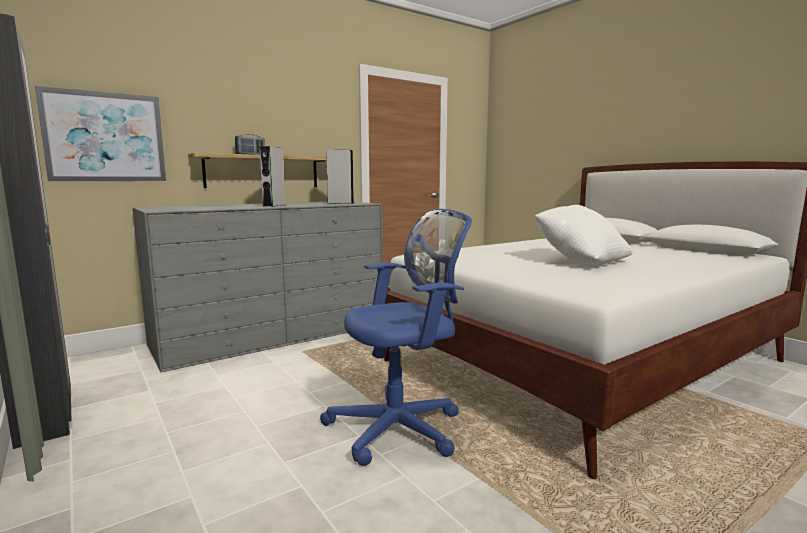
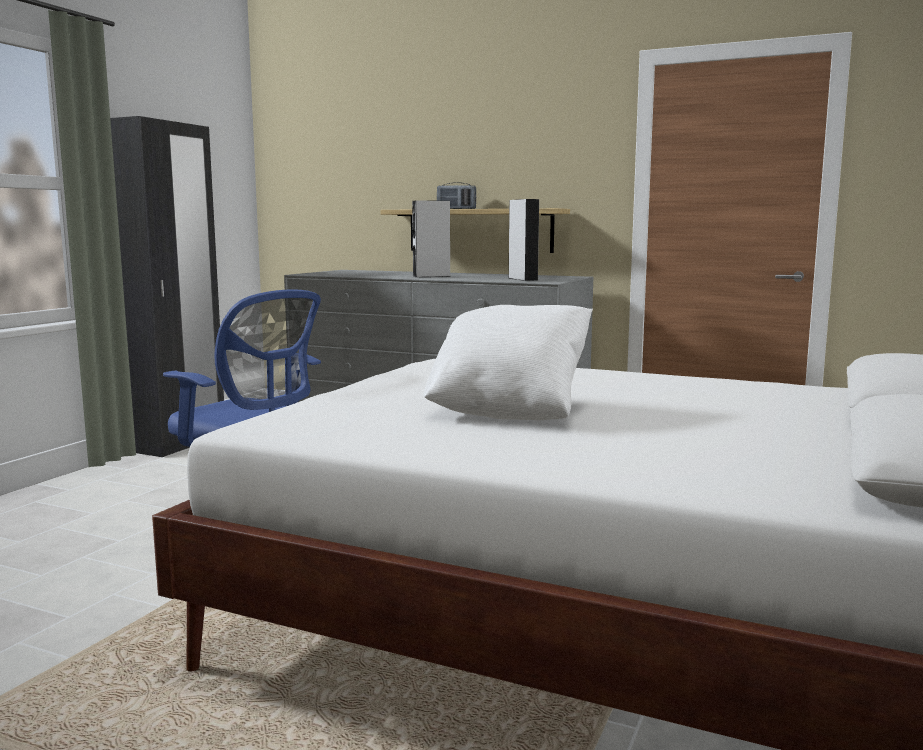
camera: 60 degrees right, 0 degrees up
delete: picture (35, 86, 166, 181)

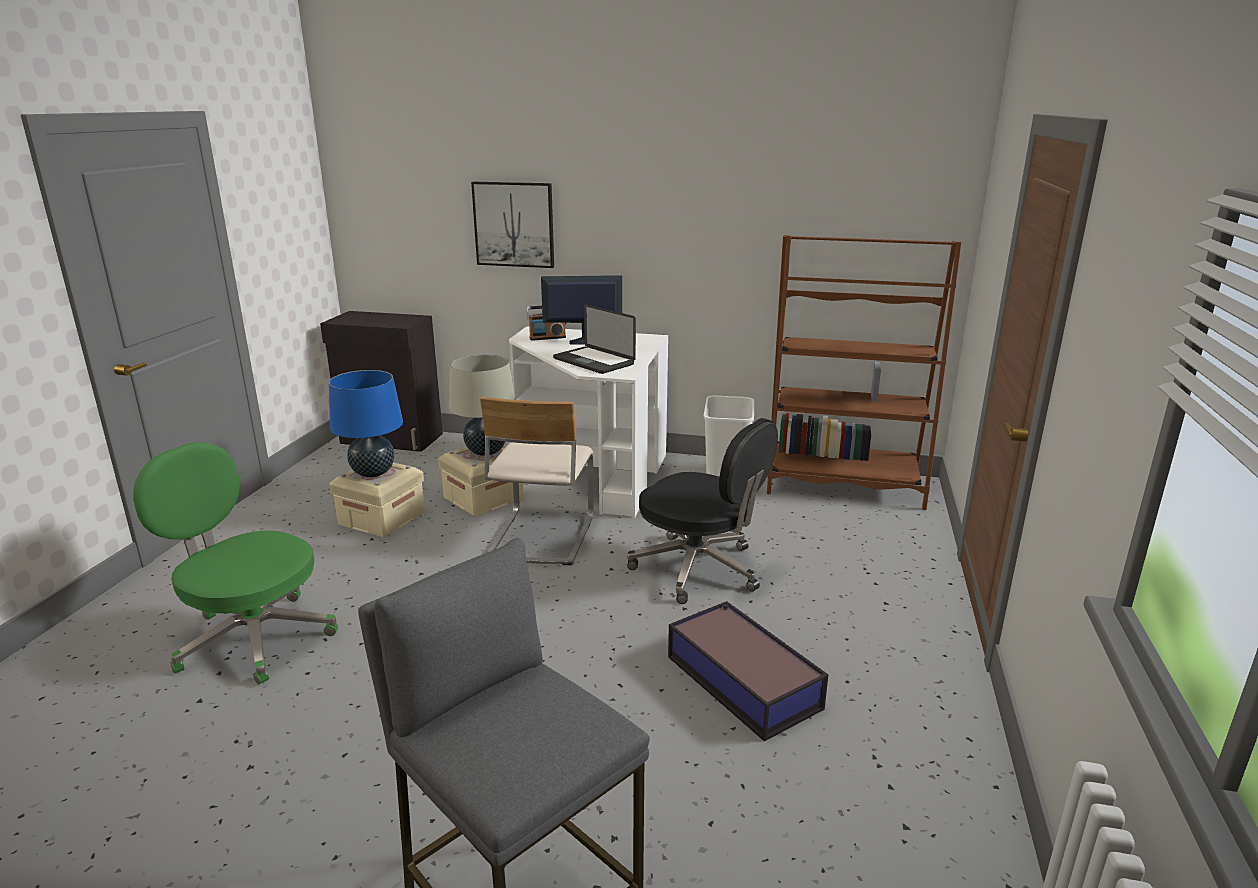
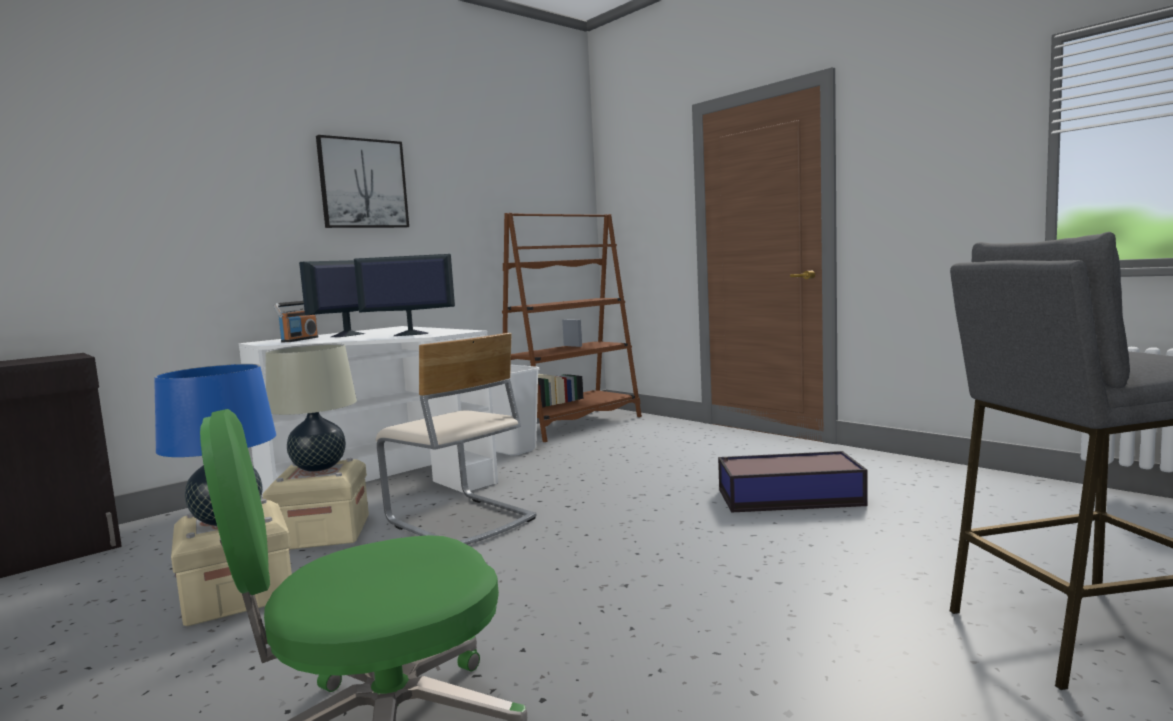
camera: 55 degrees left, 15 degrees down
delete: office chair (black) (627, 418, 778, 604)
move: picture (471, 182, 554, 268) to (316, 135, 409, 228)
replace: laptop (553, 304, 636, 374) to monitor (354, 254, 455, 336)

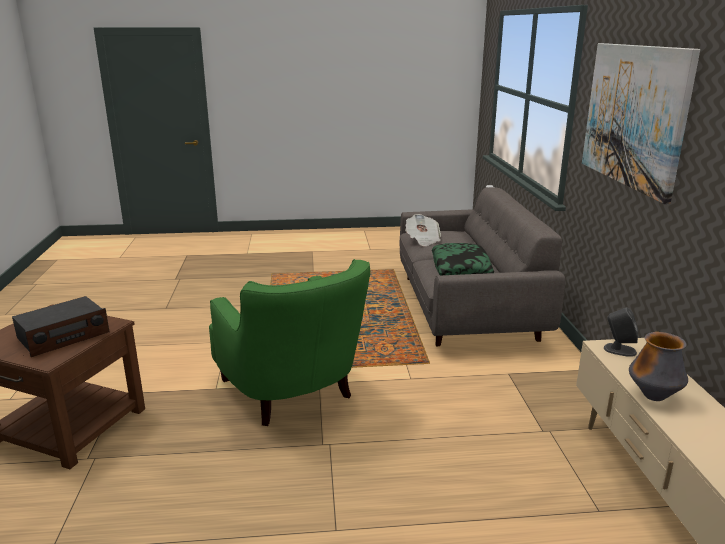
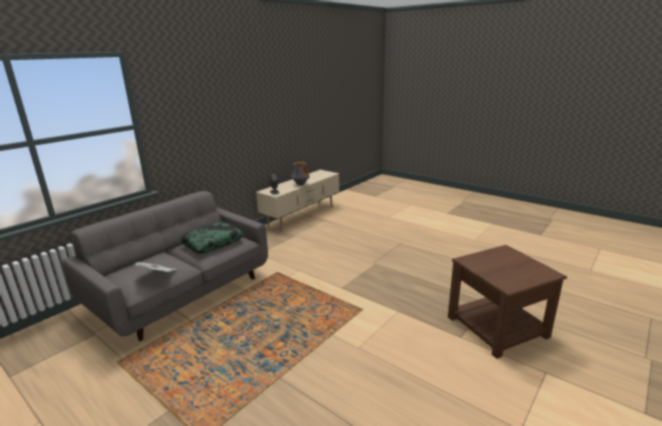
camera: 135 degrees left, 0 degrees up
delete: picture (582, 43, 700, 204); armchair (green) (209, 259, 370, 426); radio (12, 296, 110, 357)

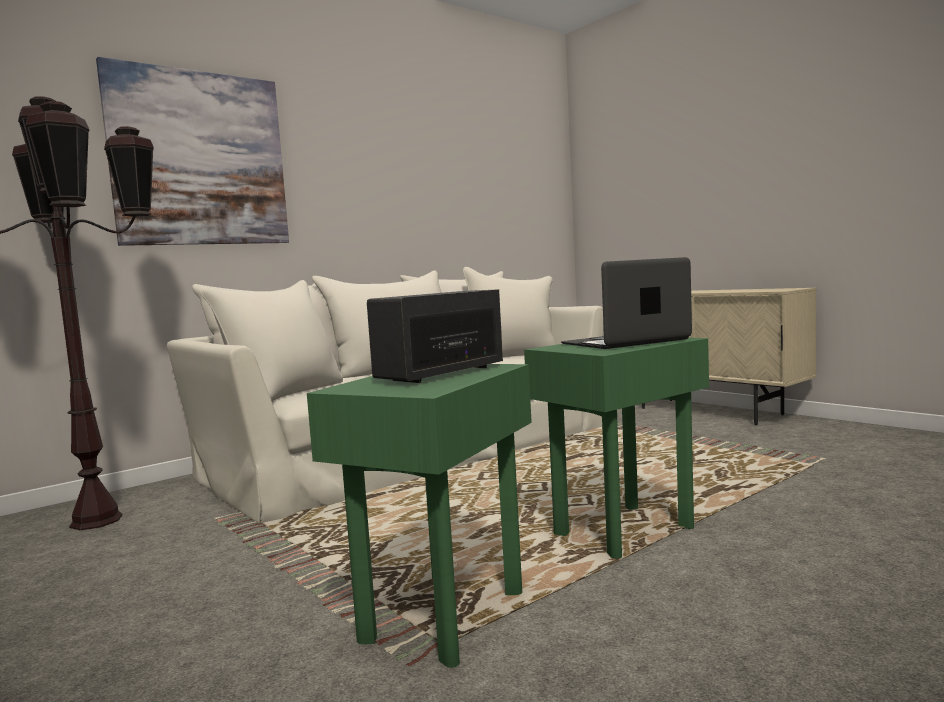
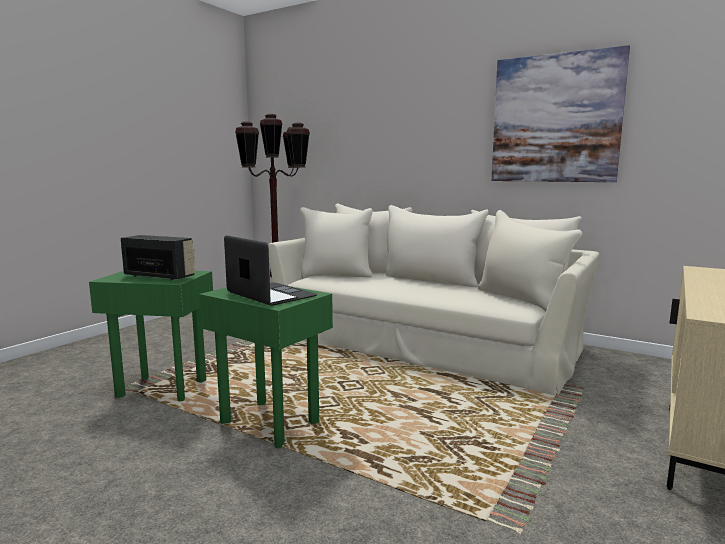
camera: 70 degrees right, 5 degrees up
move: picture (96, 57, 289, 246) to (491, 45, 630, 182)

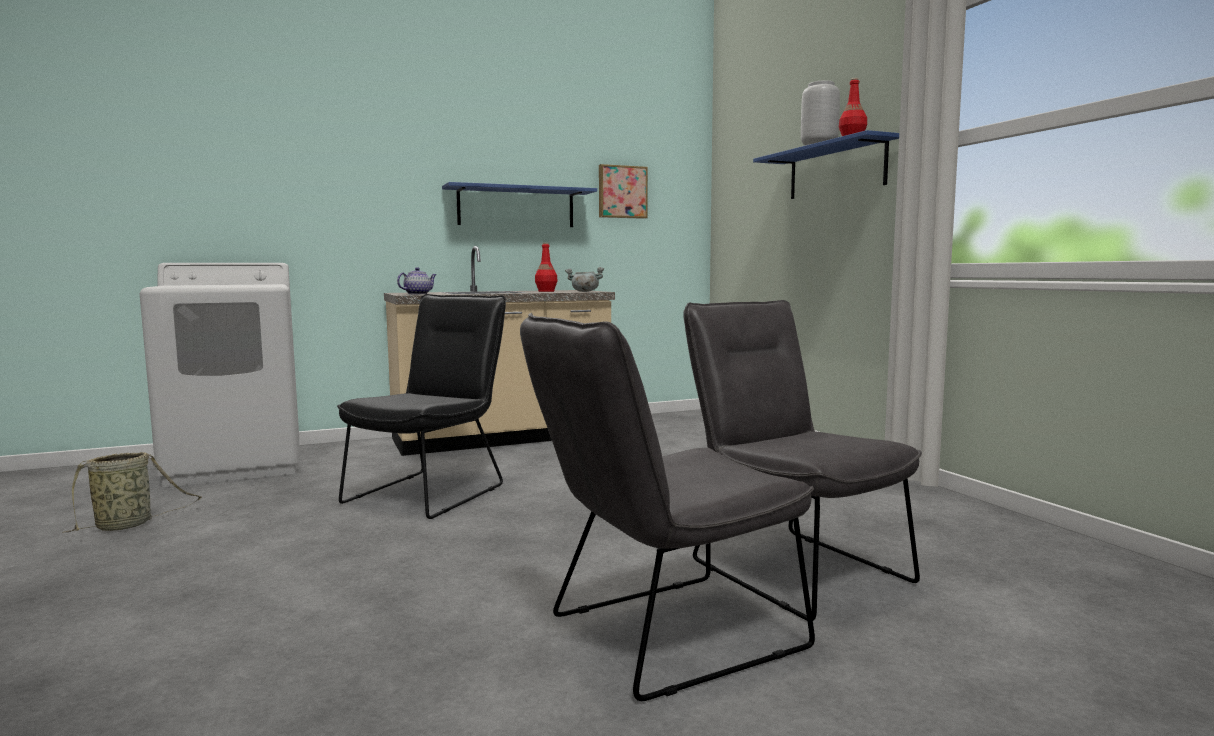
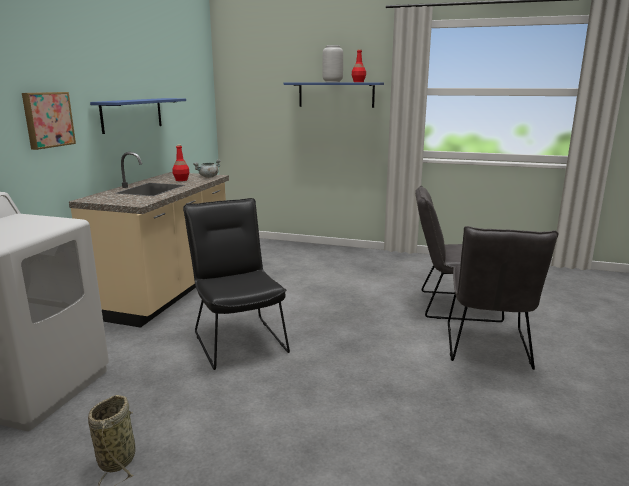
camera: 50 degrees left, 10 degrees up
delete: teapot (397, 268, 437, 294)
move: picture (599, 164, 648, 219) to (22, 92, 76, 150)

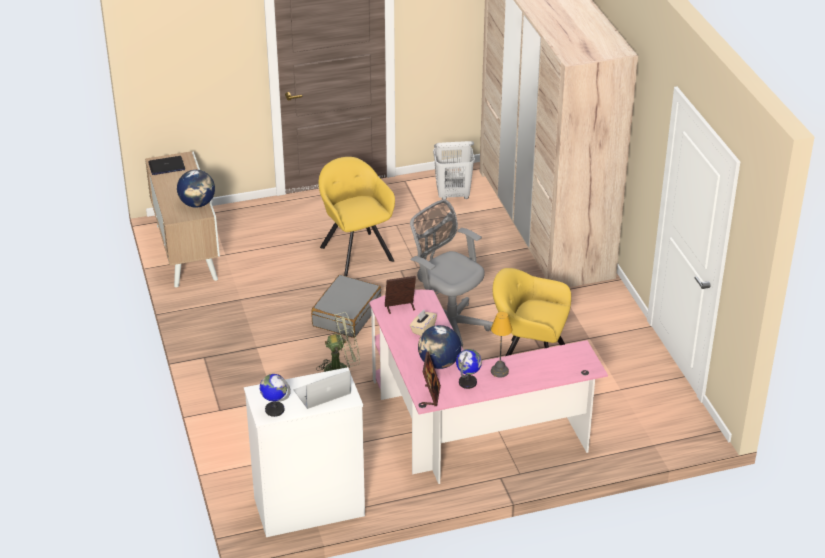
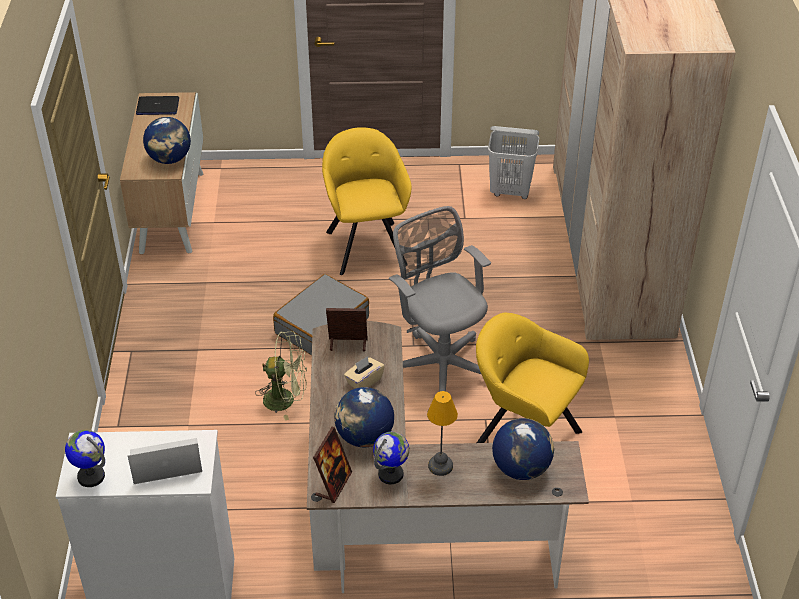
camera: 15 degrees right, 5 degrees up
insert: globe (492, 418, 554, 480)
recolor: desk (pink) (369, 290, 608, 484) to desk (brown) (307, 321, 589, 593)

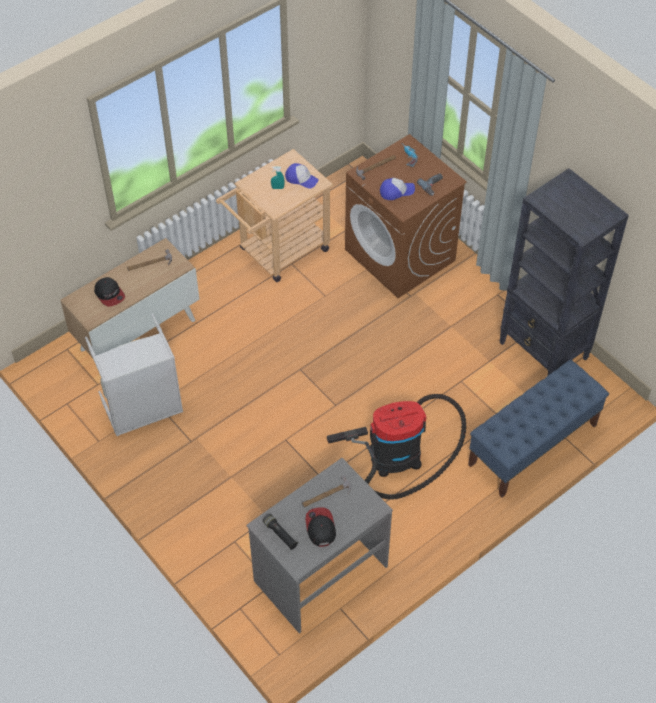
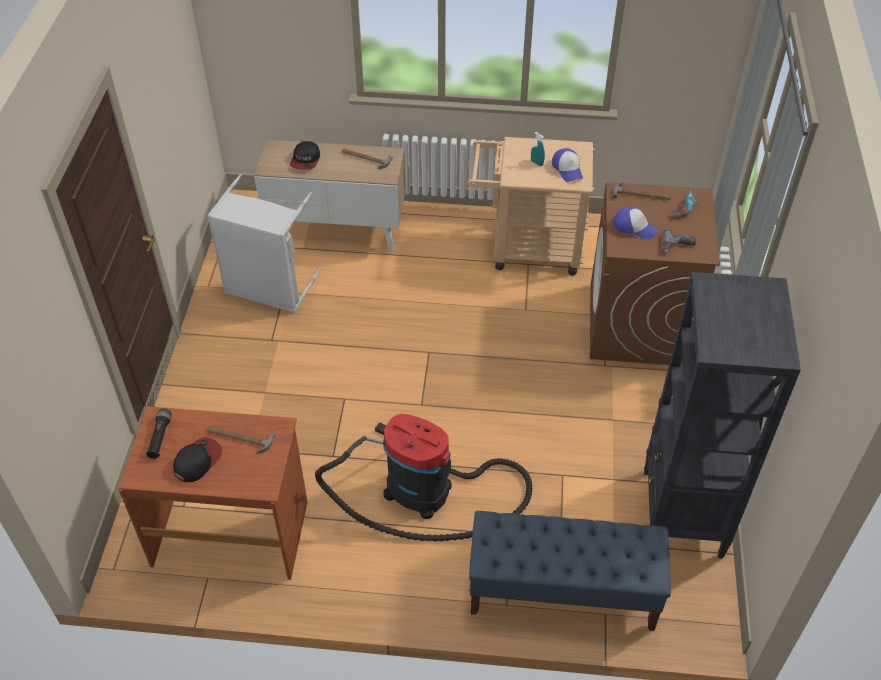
camera: 45 degrees right, 5 degrees down
recolor: desk (grey) (246, 458, 393, 634) to desk (brown) (119, 406, 308, 580)

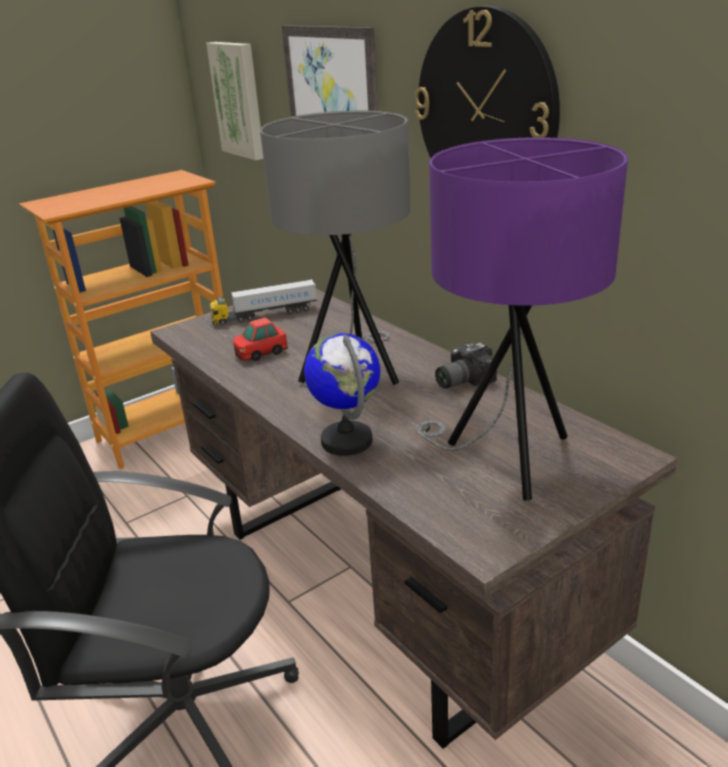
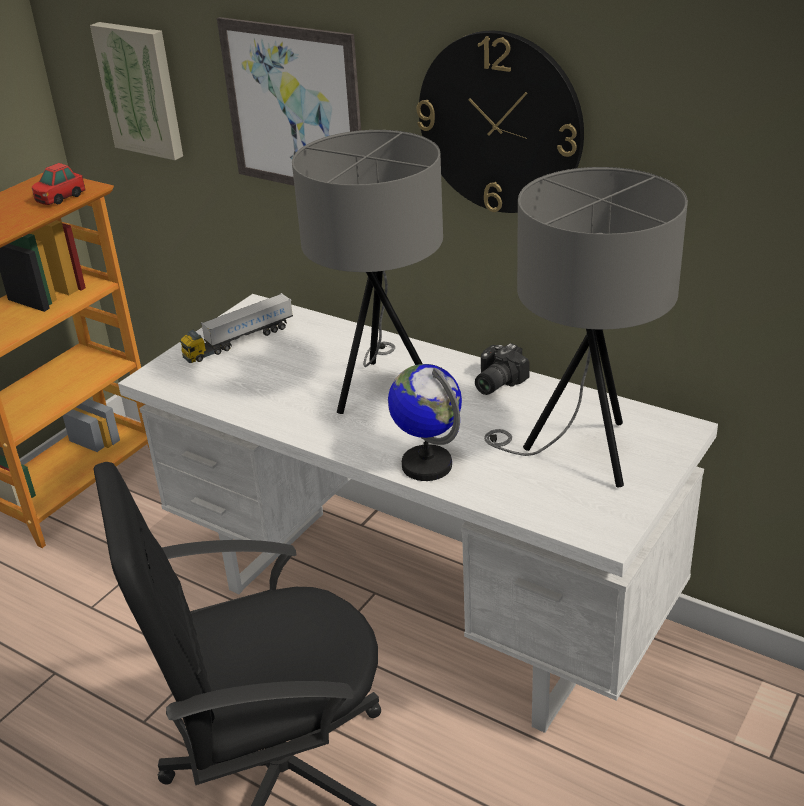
camera: 20 degrees left, 5 degrees up
move: toy car (233, 317, 288, 361) to (32, 163, 85, 205)
recolor: table lamp (purple) (416, 137, 628, 501) to table lamp (grey) (484, 167, 688, 487); desk (brown) (150, 289, 678, 749) to desk (white) (118, 294, 718, 733)

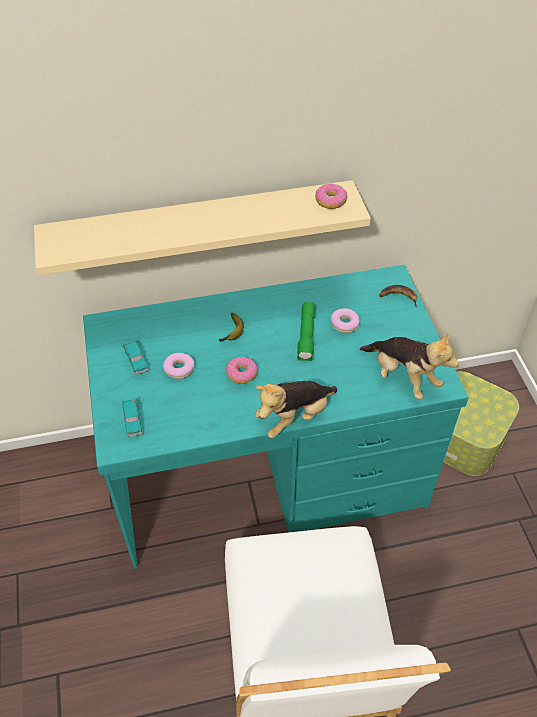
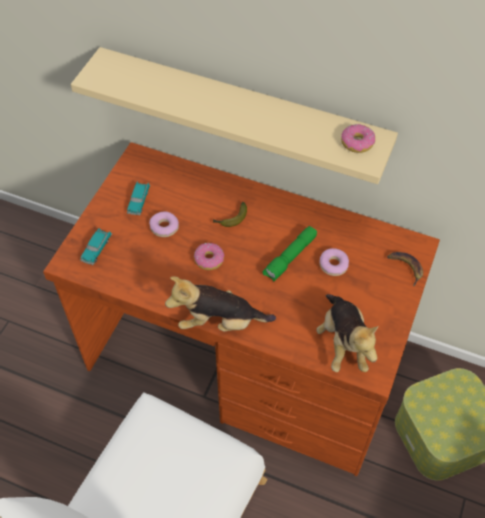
camera: 35 degrees right, 5 degrees up
recolor: desk (turquoise) (83, 265, 469, 569) to desk (brown) (43, 142, 440, 476)

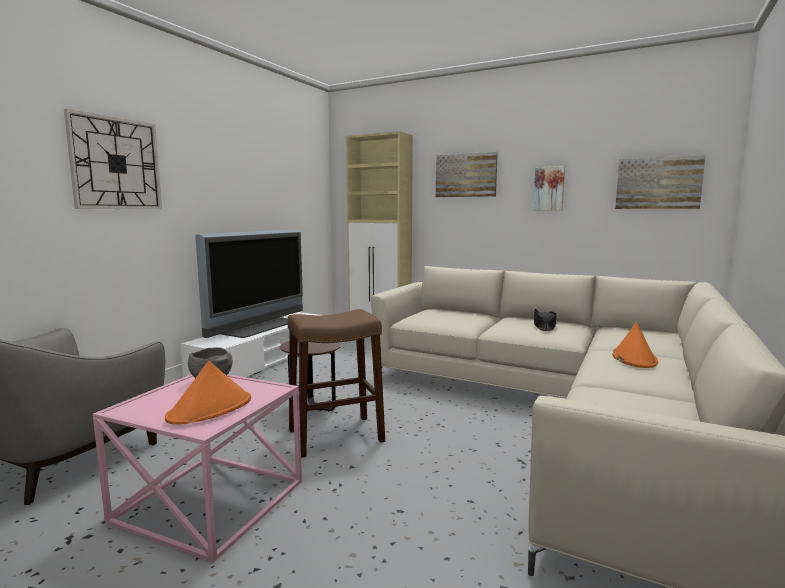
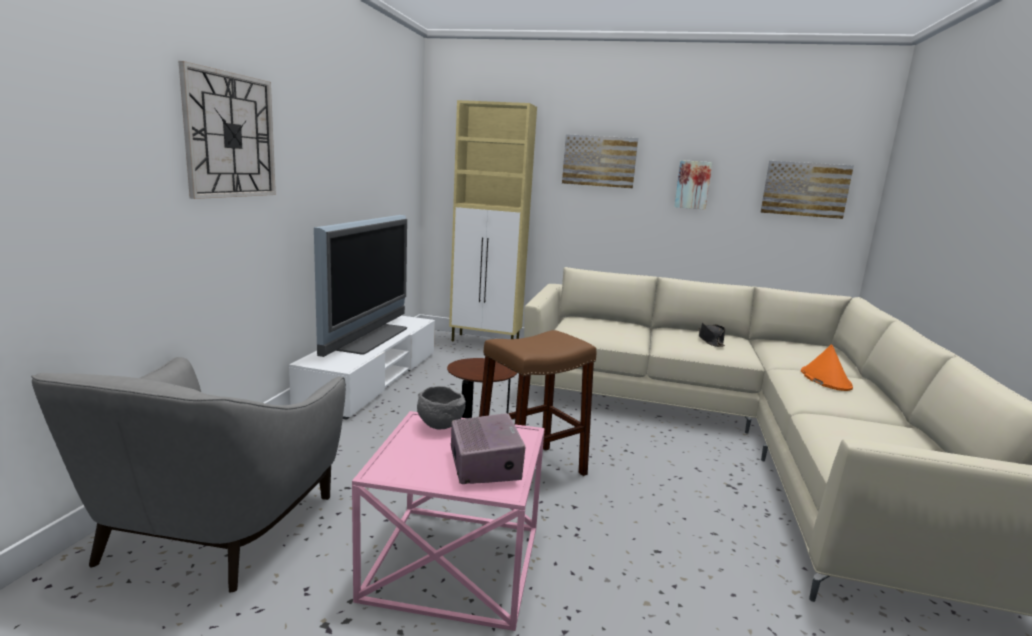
camera: 15 degrees left, 5 degrees up
replace: hat (orange) (165, 361, 251, 425) to radio (451, 413, 525, 484)

